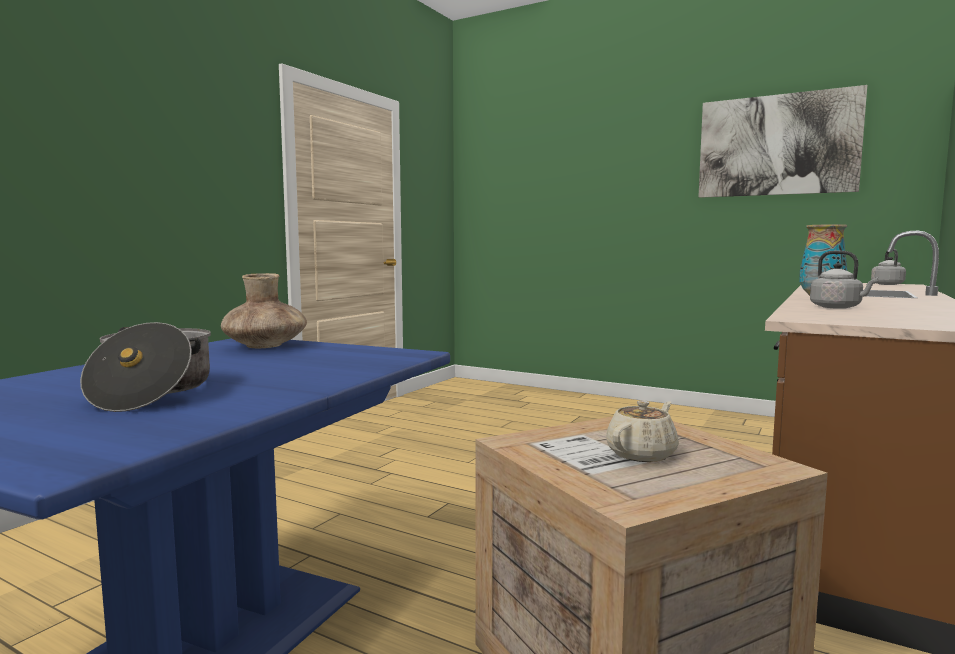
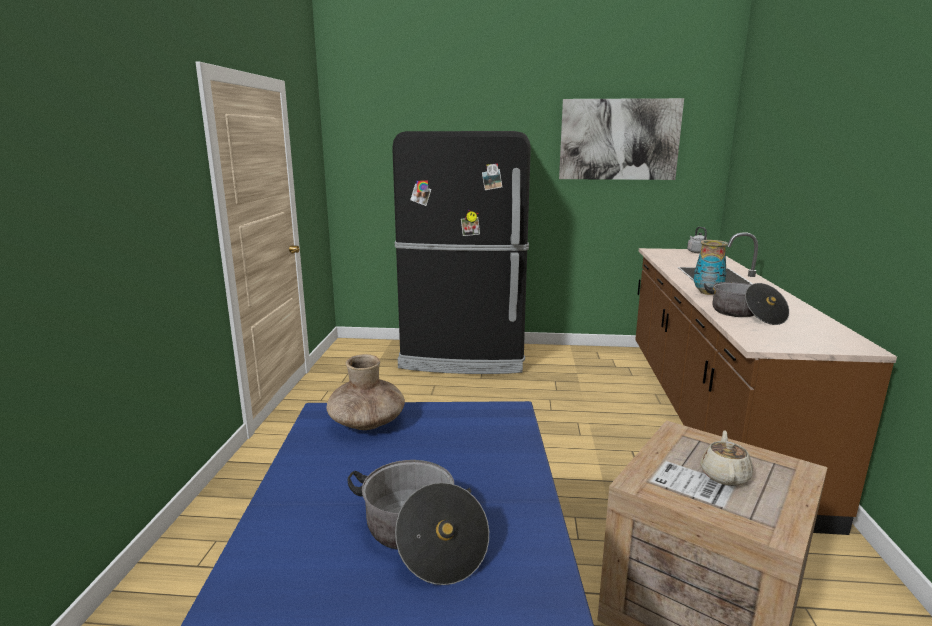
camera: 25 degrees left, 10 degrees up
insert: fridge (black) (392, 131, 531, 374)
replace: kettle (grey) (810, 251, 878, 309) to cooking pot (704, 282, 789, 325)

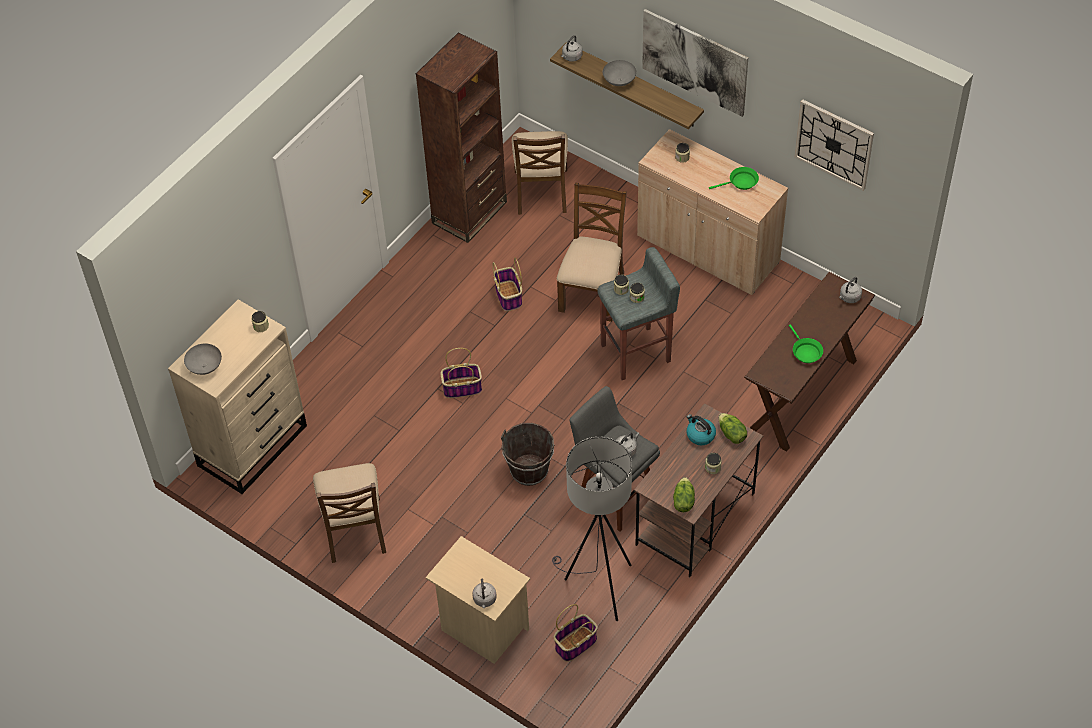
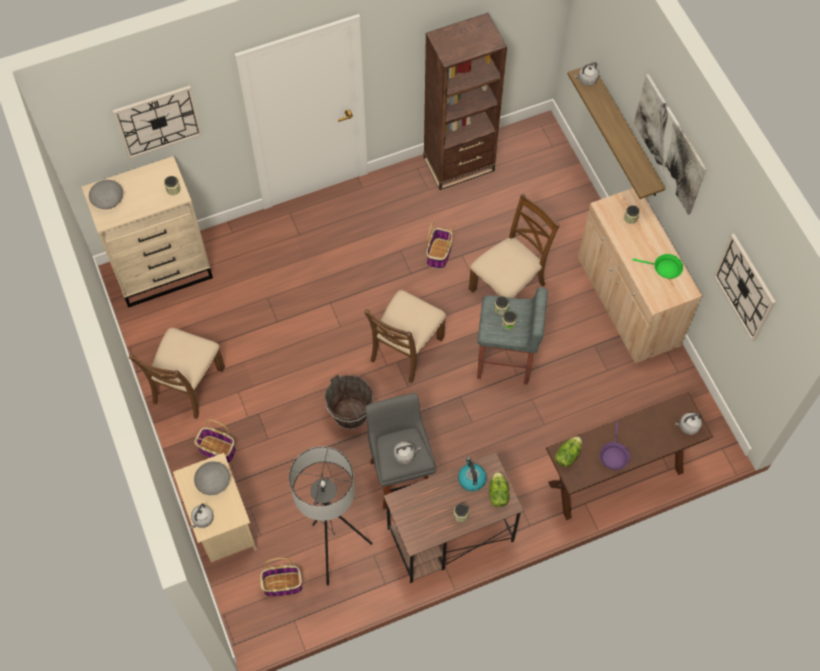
camera: 30 degrees right, 10 degrees up
insert: wall clock (113, 85, 202, 159)
move: bowl (grey) (603, 60, 636, 86) to (194, 461, 230, 495); chair (brown) (512, 131, 568, 215) to (364, 290, 446, 383); basket (441, 348, 482, 398) to (194, 419, 236, 463); lettuce (673, 477, 695, 512) to (555, 436, 582, 467)
recolor: frying pan (green) (789, 324, 823, 363) to frying pan (purple) (600, 422, 630, 470)

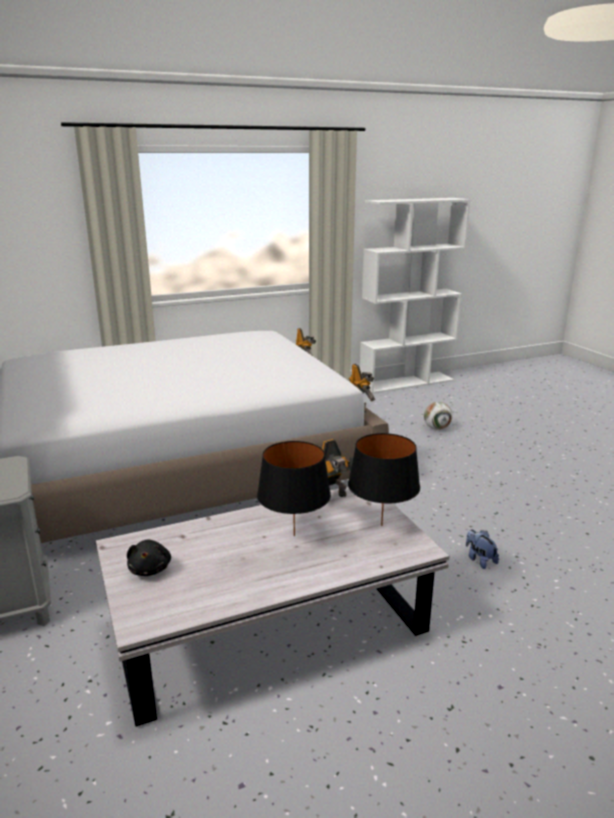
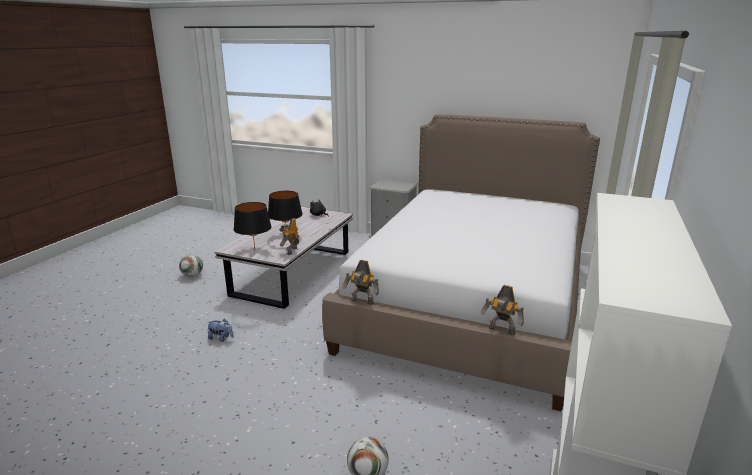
camera: 135 degrees right, 0 degrees up
insert: football (179, 254, 203, 277)

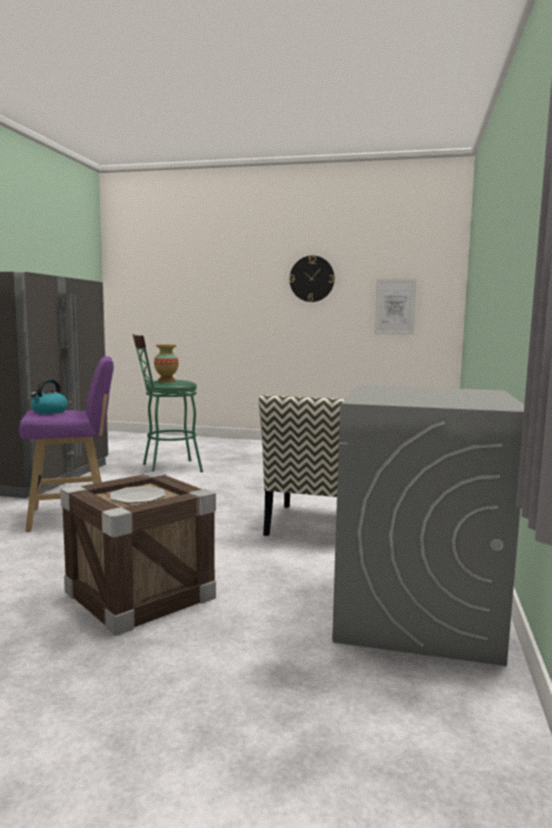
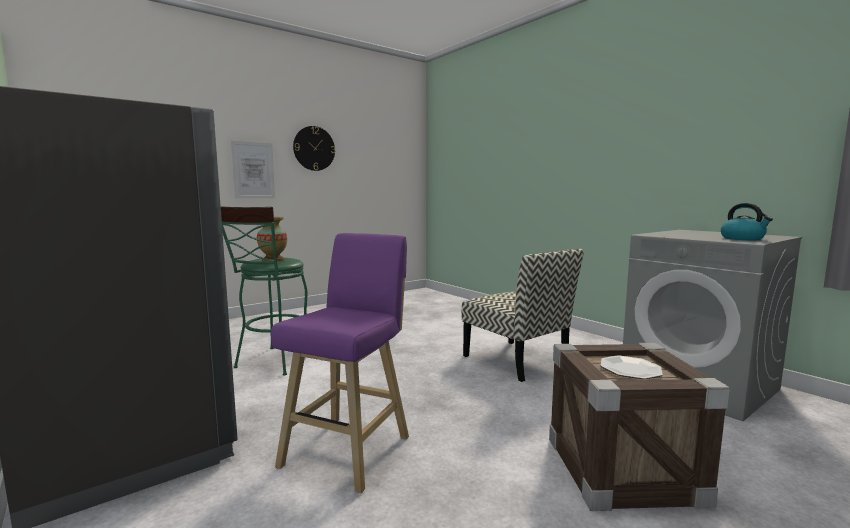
camera: 50 degrees left, 0 degrees up
move: picture (374, 279, 417, 335) to (231, 141, 275, 198); kettle (31, 379, 68, 414) to (721, 203, 773, 240)

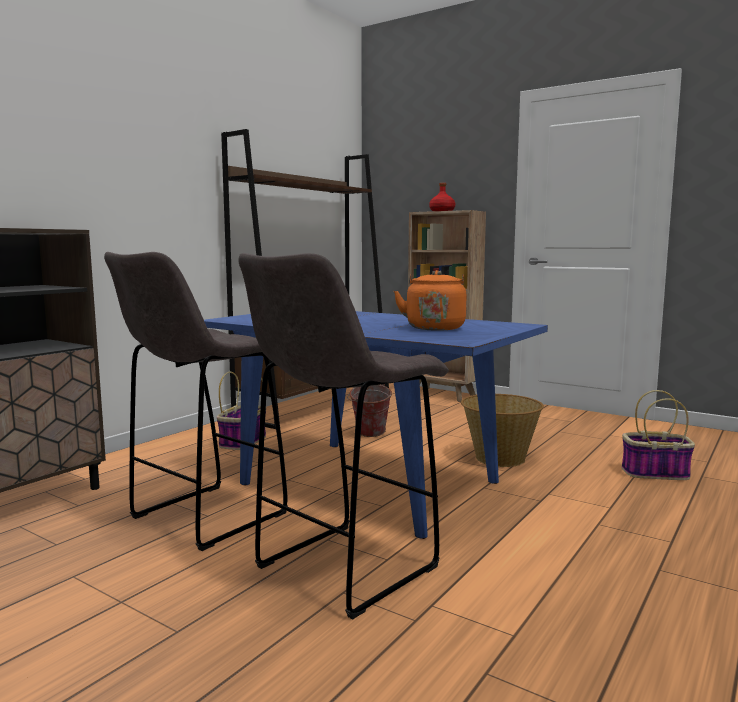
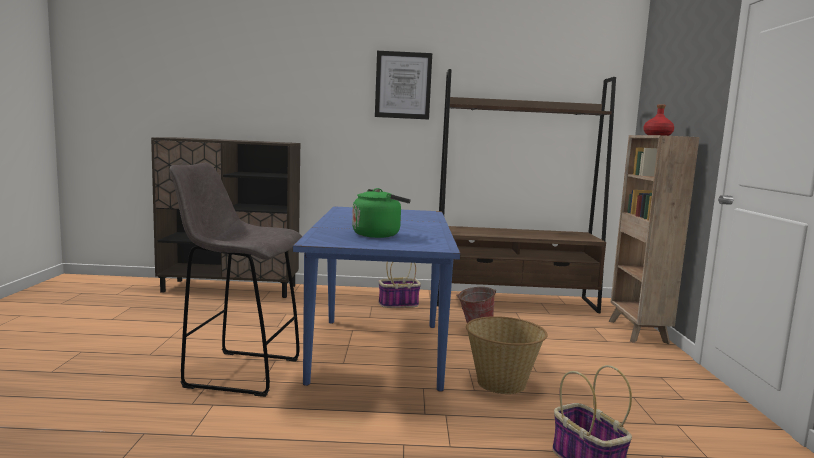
camera: 55 degrees right, 0 degrees up
delete: stool (grey) (104, 252, 288, 551)
insert: picture (375, 51, 432, 120)
recolor: kettle (orange) (394, 270, 466, 331) to kettle (green) (352, 188, 411, 238)

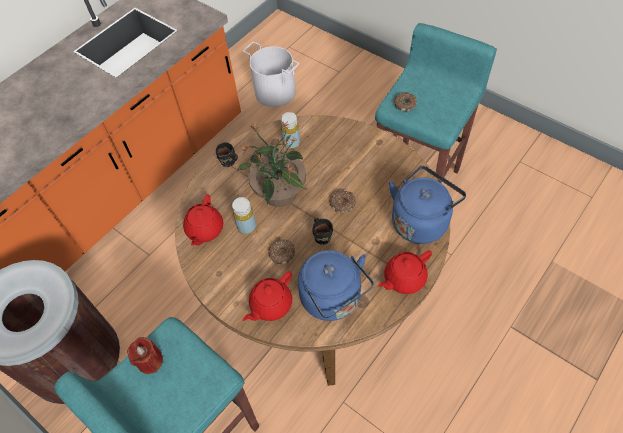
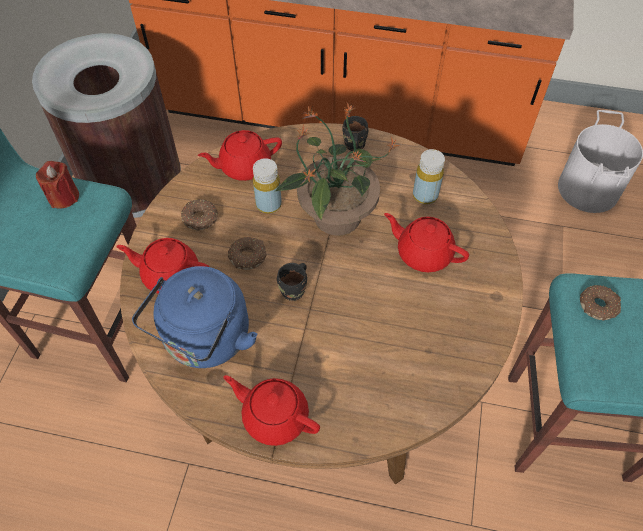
camera: 60 degrees right, 0 degrees up
delete: kettle (blue) (389, 166, 466, 244)
insert: teapot (red) (384, 213, 469, 273)
move: donut (329, 191, 356, 213) to (181, 199, 218, 231)

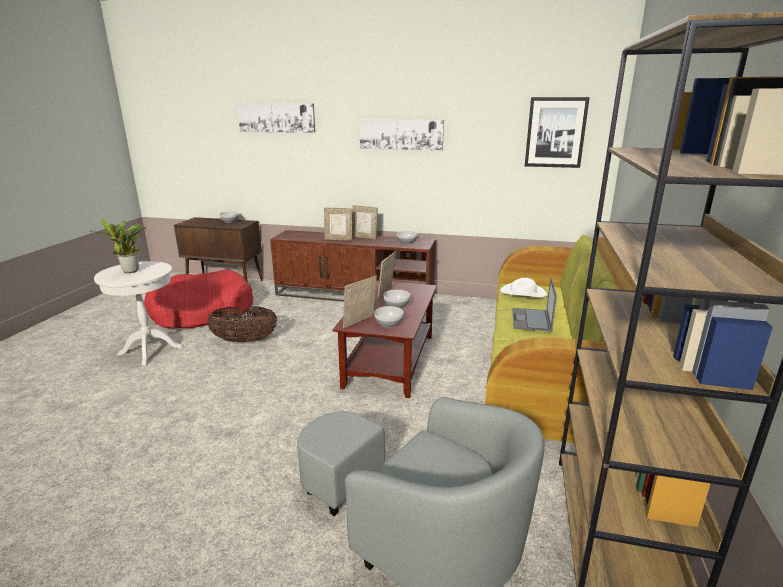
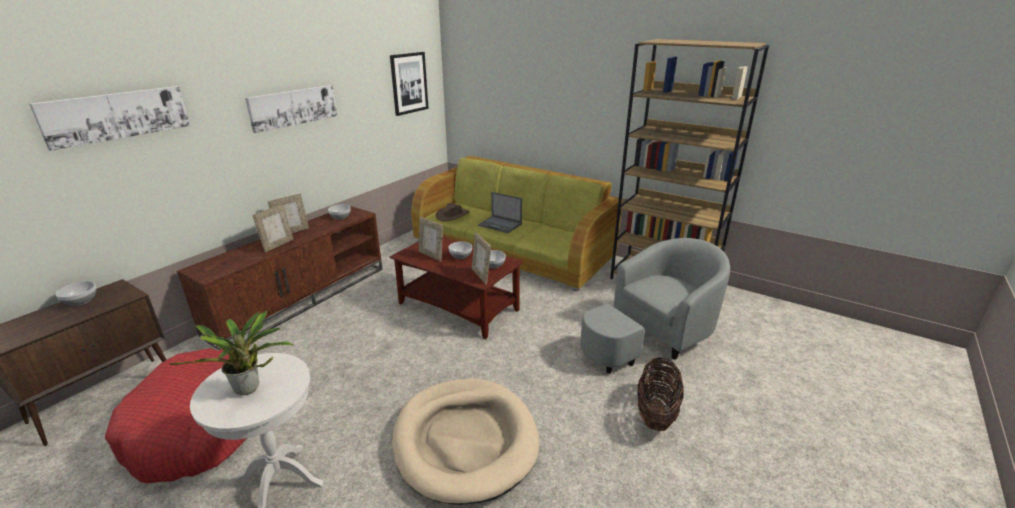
camera: 70 degrees left, 5 degrees up
insert: dog bed (beige) (392, 379, 539, 505)
move: basket (207, 306, 277, 343) to (637, 357, 684, 431)
recolor: hat (white) (500, 278, 547, 297) to hat (brown) (436, 203, 469, 221)

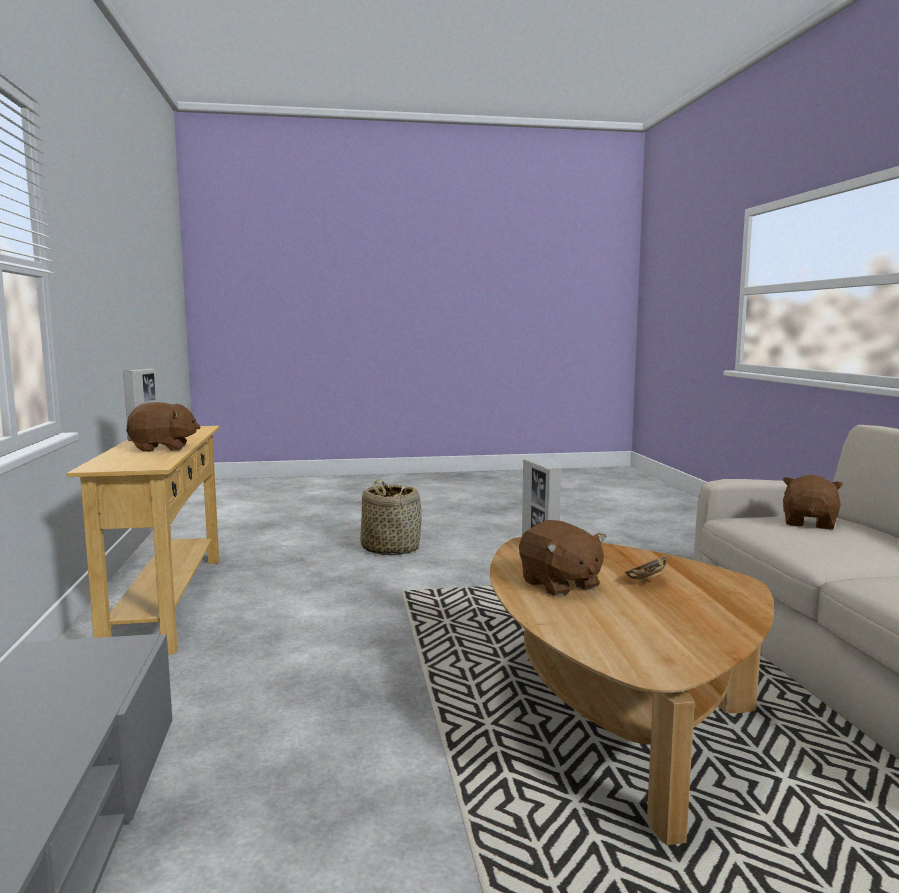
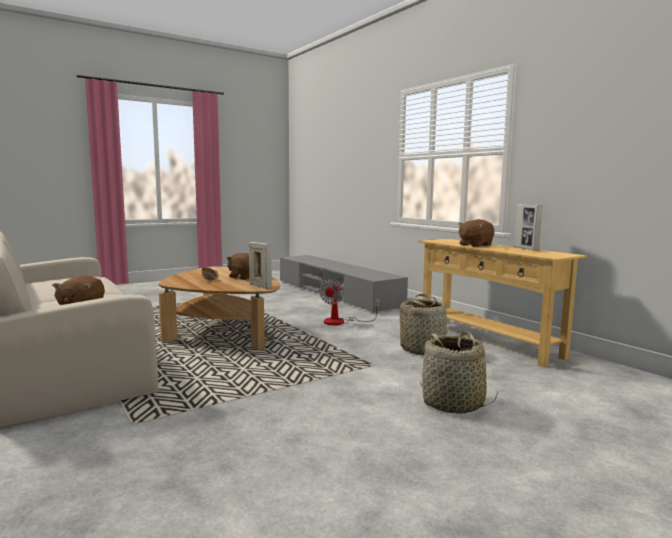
camera: 155 degrees right, 0 degrees up
insert: fan (319, 279, 380, 325); basket (400, 294, 450, 355)

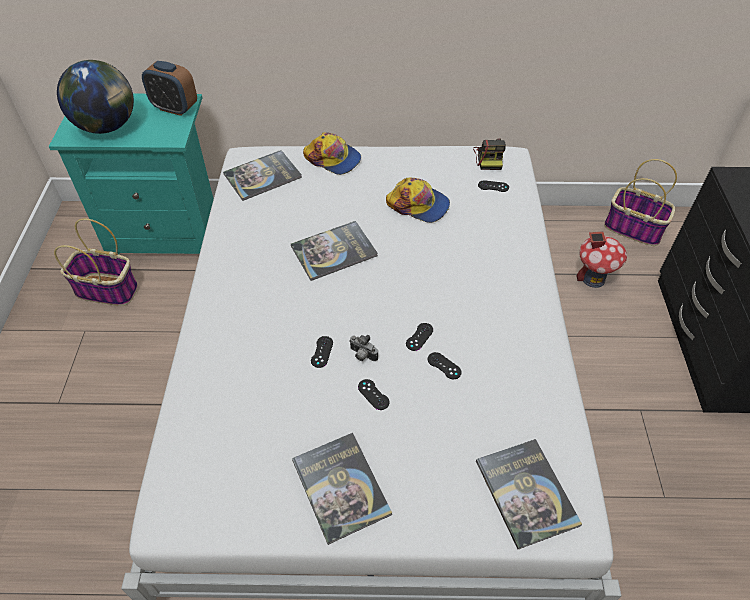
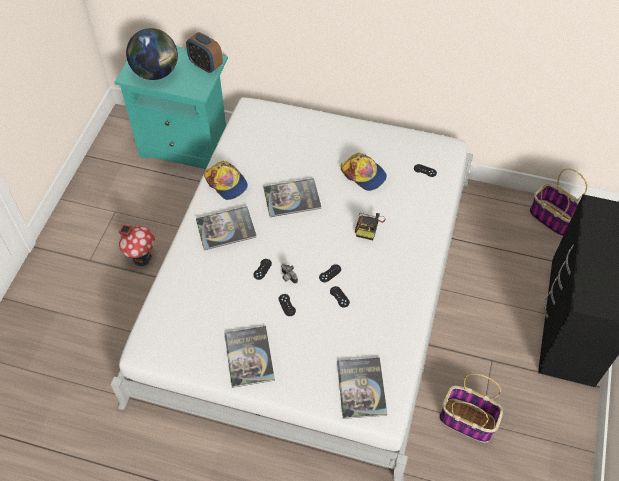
camera: 15 degrees right, 5 degrees up
move: cap (303, 132, 361, 175) to (204, 161, 248, 200); photo camera (473, 139, 506, 170) to (355, 213, 385, 240); book (223, 150, 302, 201) to (196, 206, 256, 250); basket (54, 219, 138, 306) to (439, 373, 503, 443); toy house (576, 231, 627, 288) to (118, 224, 155, 266)

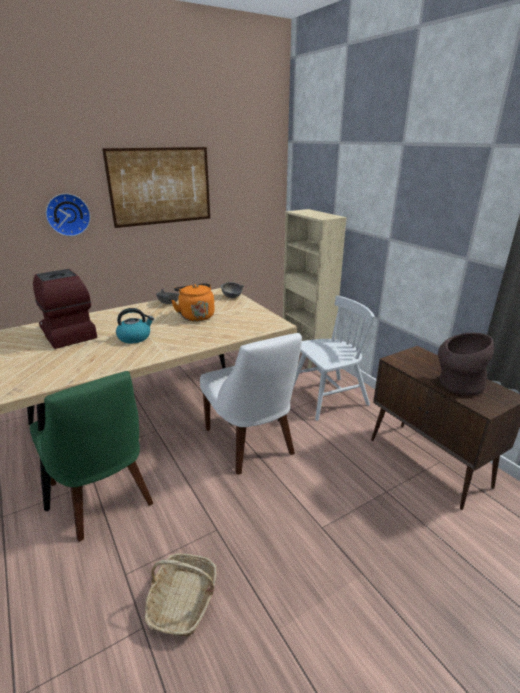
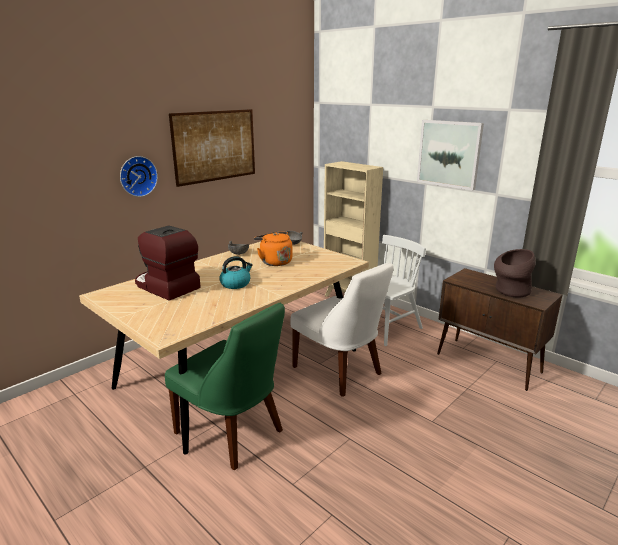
camera: 15 degrees left, 5 degrees down
delete: basket (145, 554, 217, 636)
insert: picture (417, 120, 484, 191)

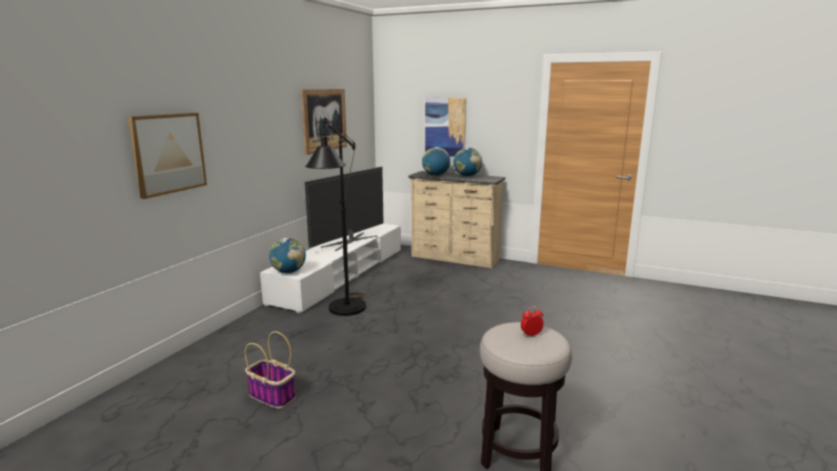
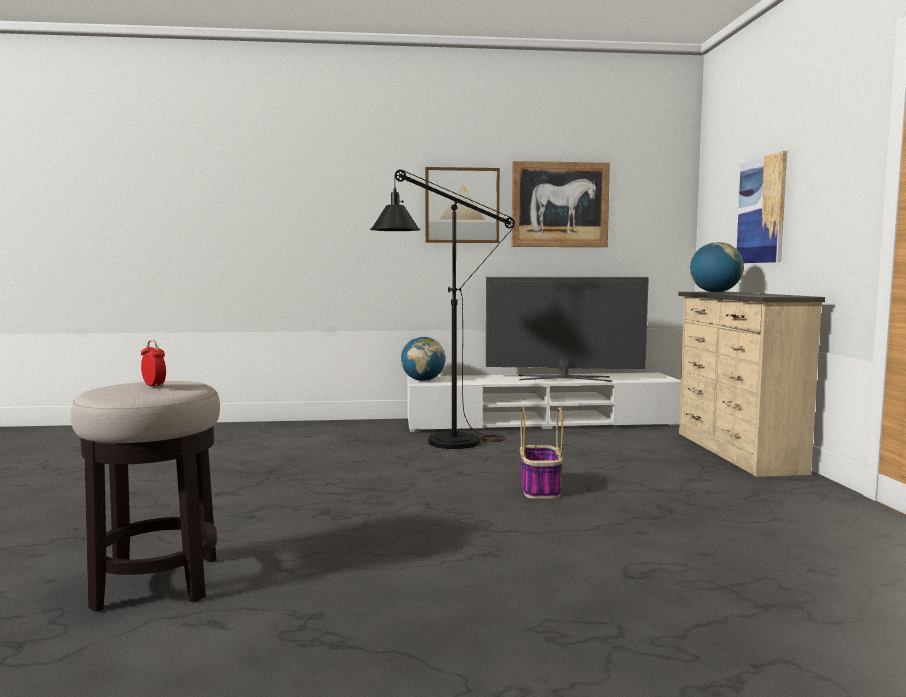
camera: 60 degrees right, 10 degrees down
delete: globe (454, 148, 482, 176)
move: picture (128, 113, 207, 199) to (425, 167, 500, 243); basket (245, 331, 296, 409) to (520, 407, 563, 499)

